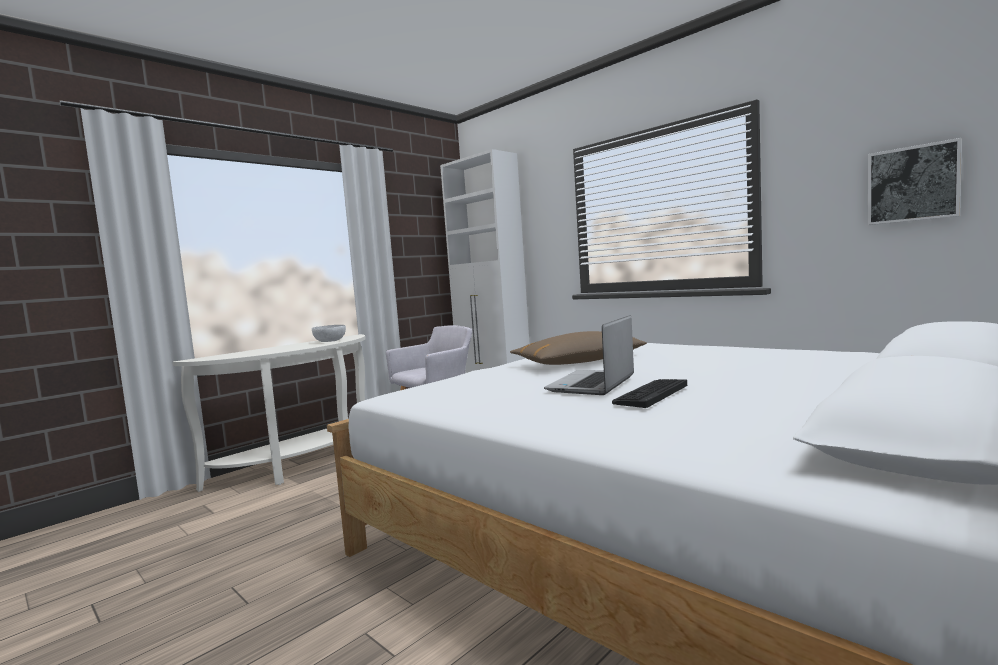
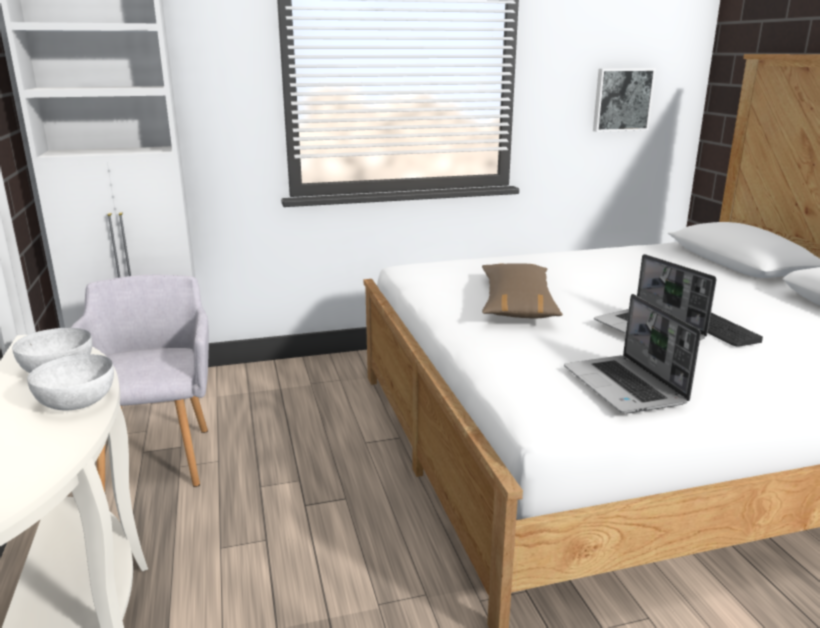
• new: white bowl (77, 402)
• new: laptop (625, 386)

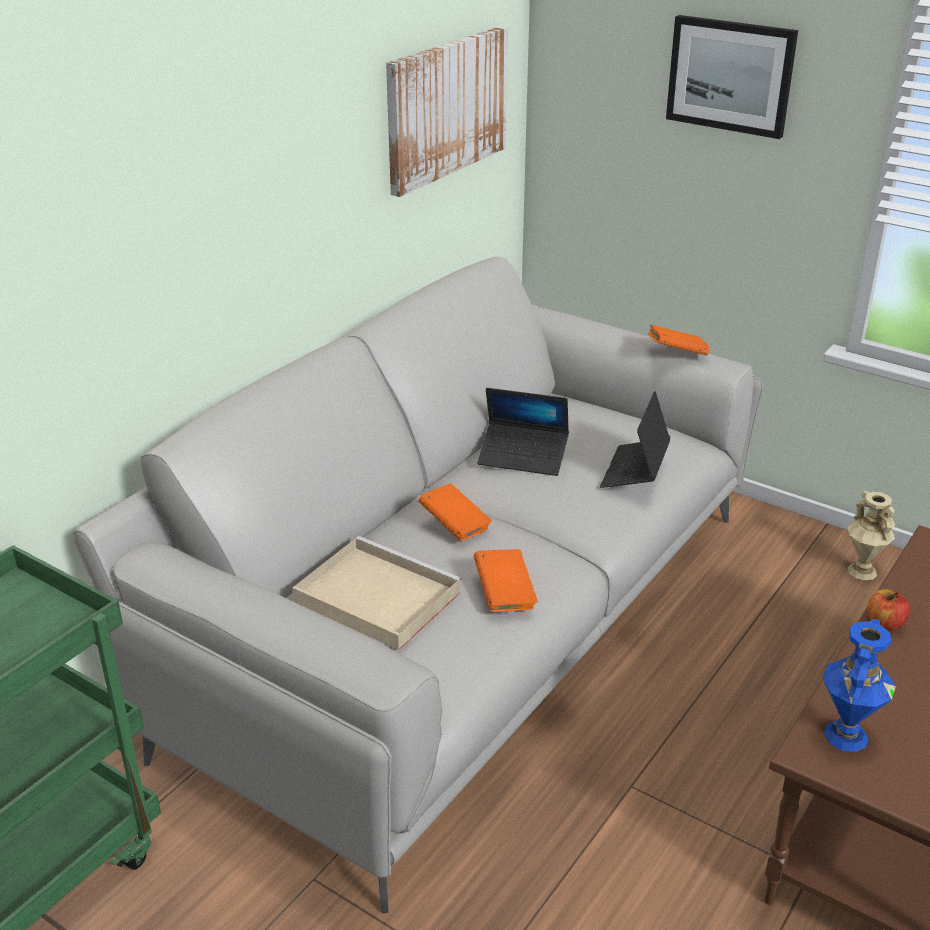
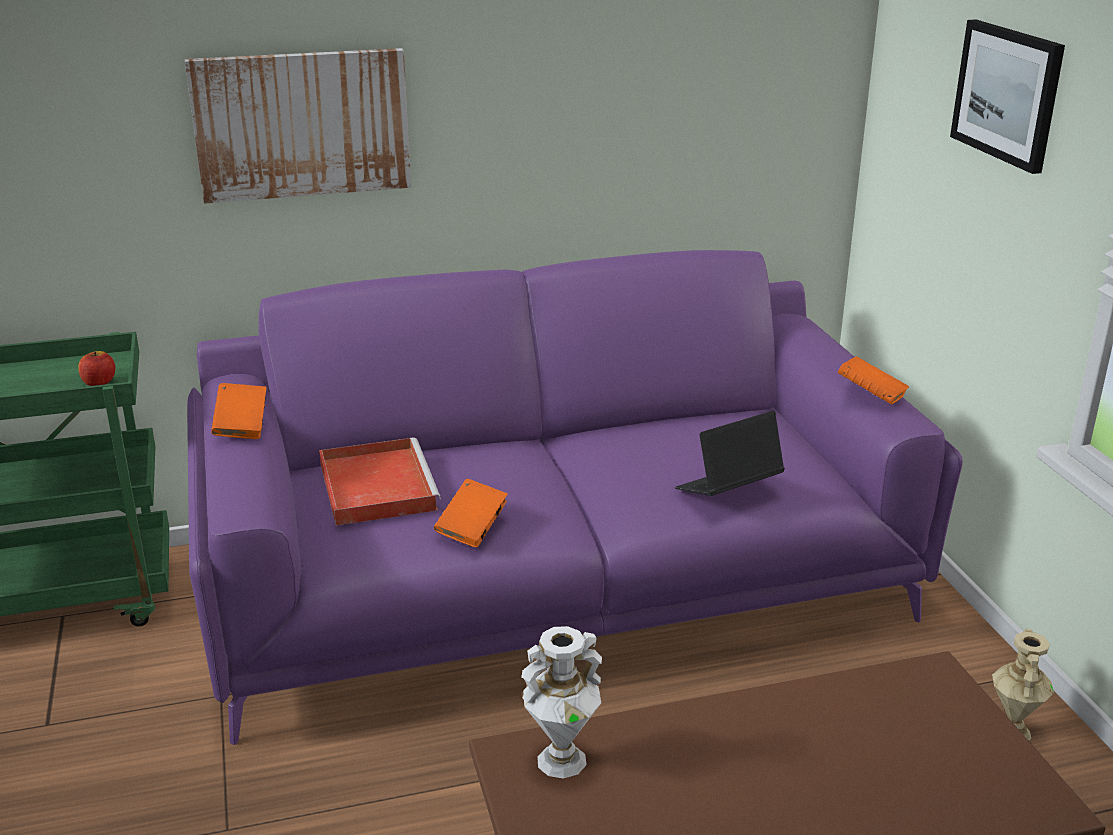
• gone: laptop (523, 457)
• shifted: picture (446, 108) to (302, 124)
• shifted: orange book (455, 526) to (242, 427)
• shifted: apple (884, 623) to (99, 383)
• repainted: grey sofa (465, 620) to purple sofa (558, 585)
• repainted: beige tray (374, 596) to red tray (376, 485)
• repainted: blue vase (845, 735) to white vase (561, 759)

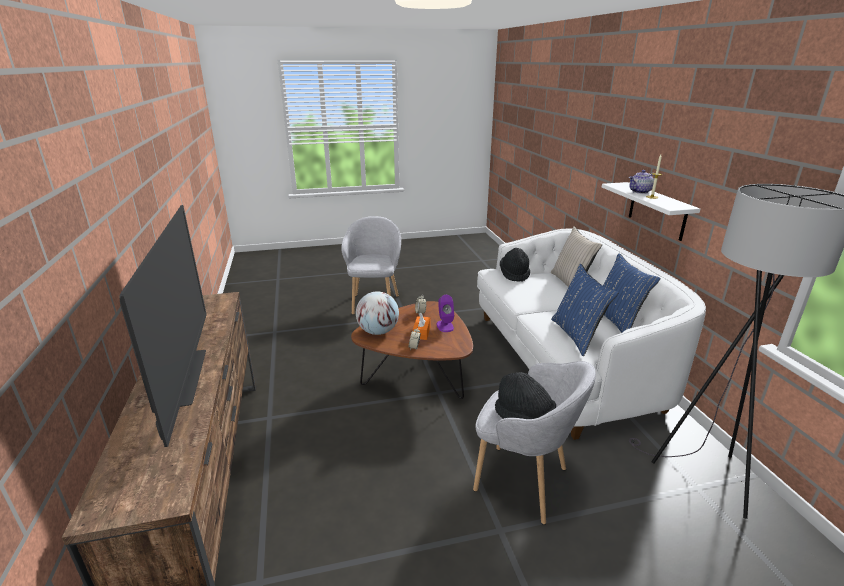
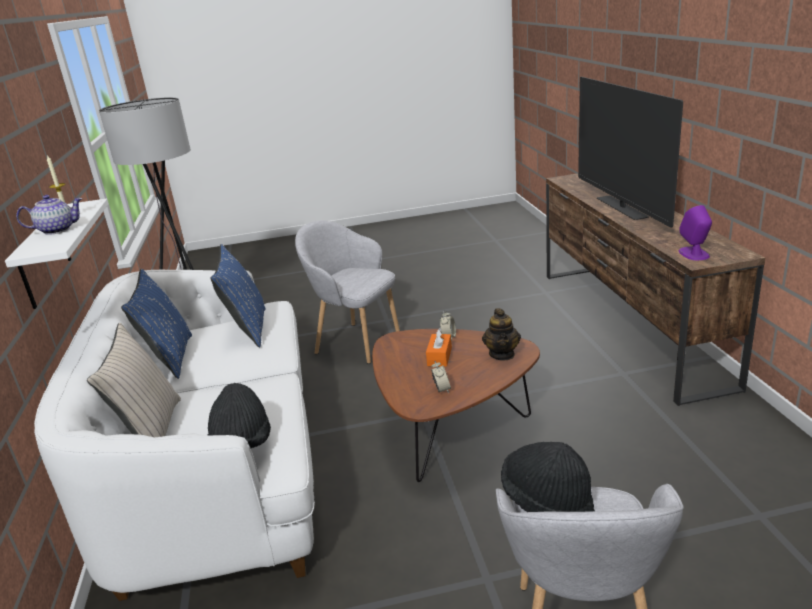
• shifted: purple speaker (445, 326) to (694, 254)
• shifted: black hat (523, 417) to (547, 500)
• swapped: globe (378, 332) to teapot (502, 354)

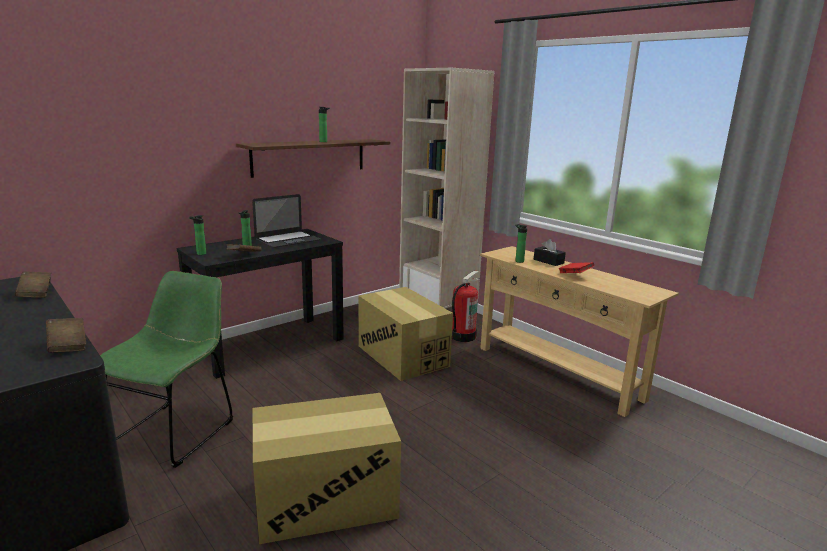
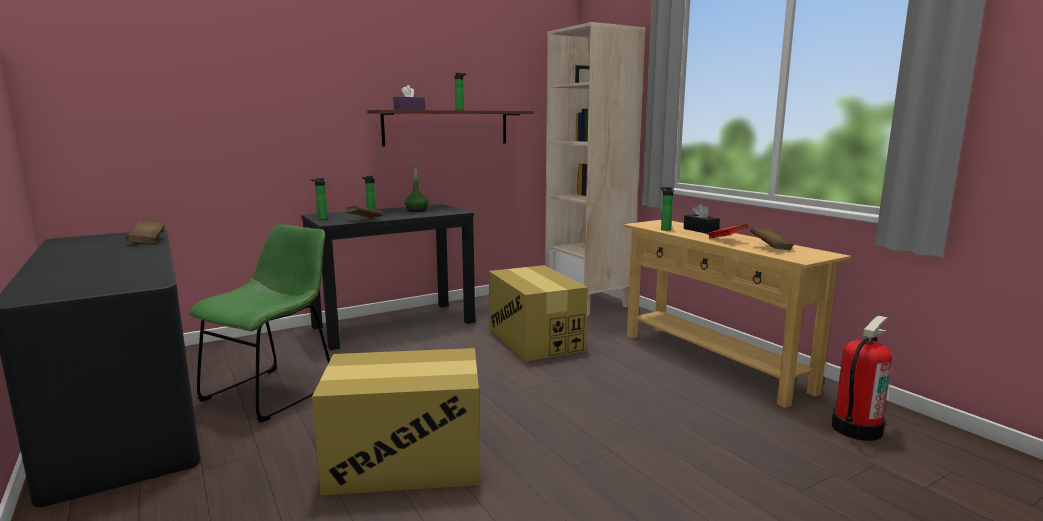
• new: purple tissue box (409, 109)
• shifted: brown book (68, 345) to (770, 248)
• shifted: fire extinguisher (462, 336) to (855, 428)
• swapped: laptop (287, 239) to green bottle (417, 210)

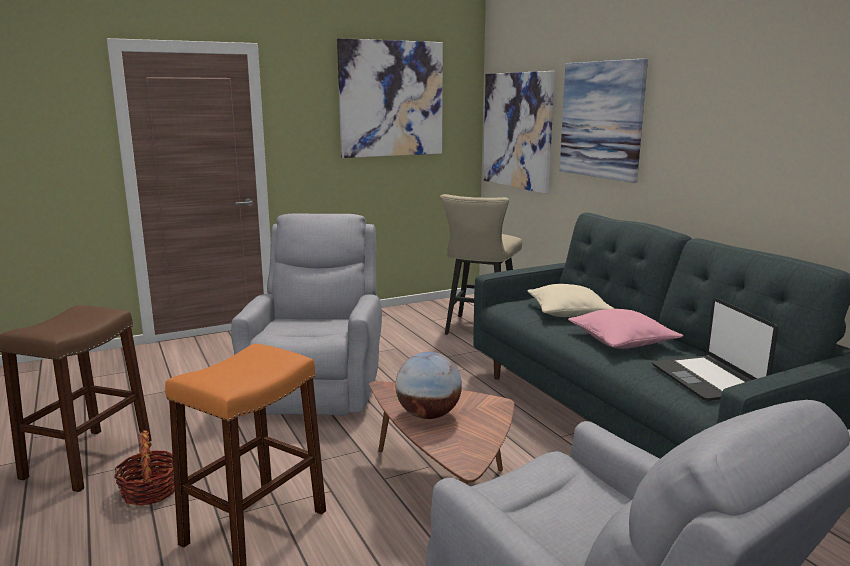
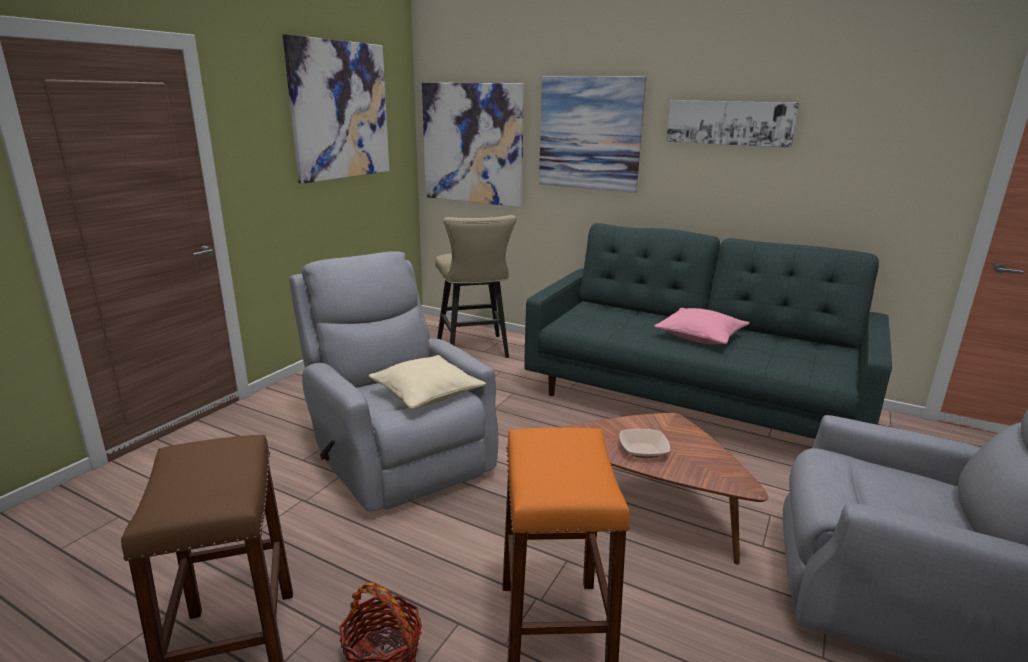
• gone: laptop (708, 379)
• new: picture (729, 123)
• shifted: beige pillow (568, 312) to (427, 394)
• swapped: globe (428, 415) to bowl (643, 450)

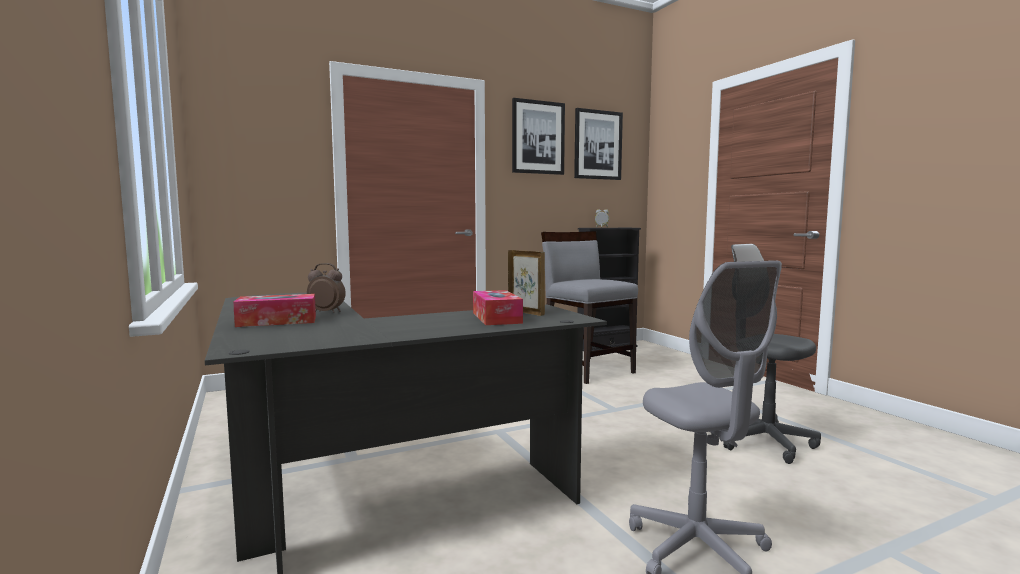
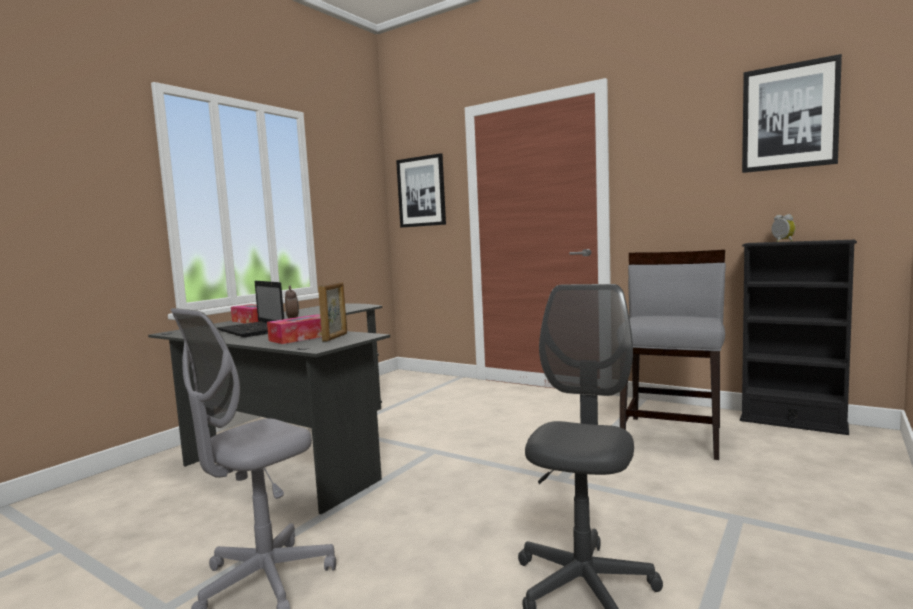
• new: laptop (252, 331)
• shifted: picture (538, 137) to (421, 191)

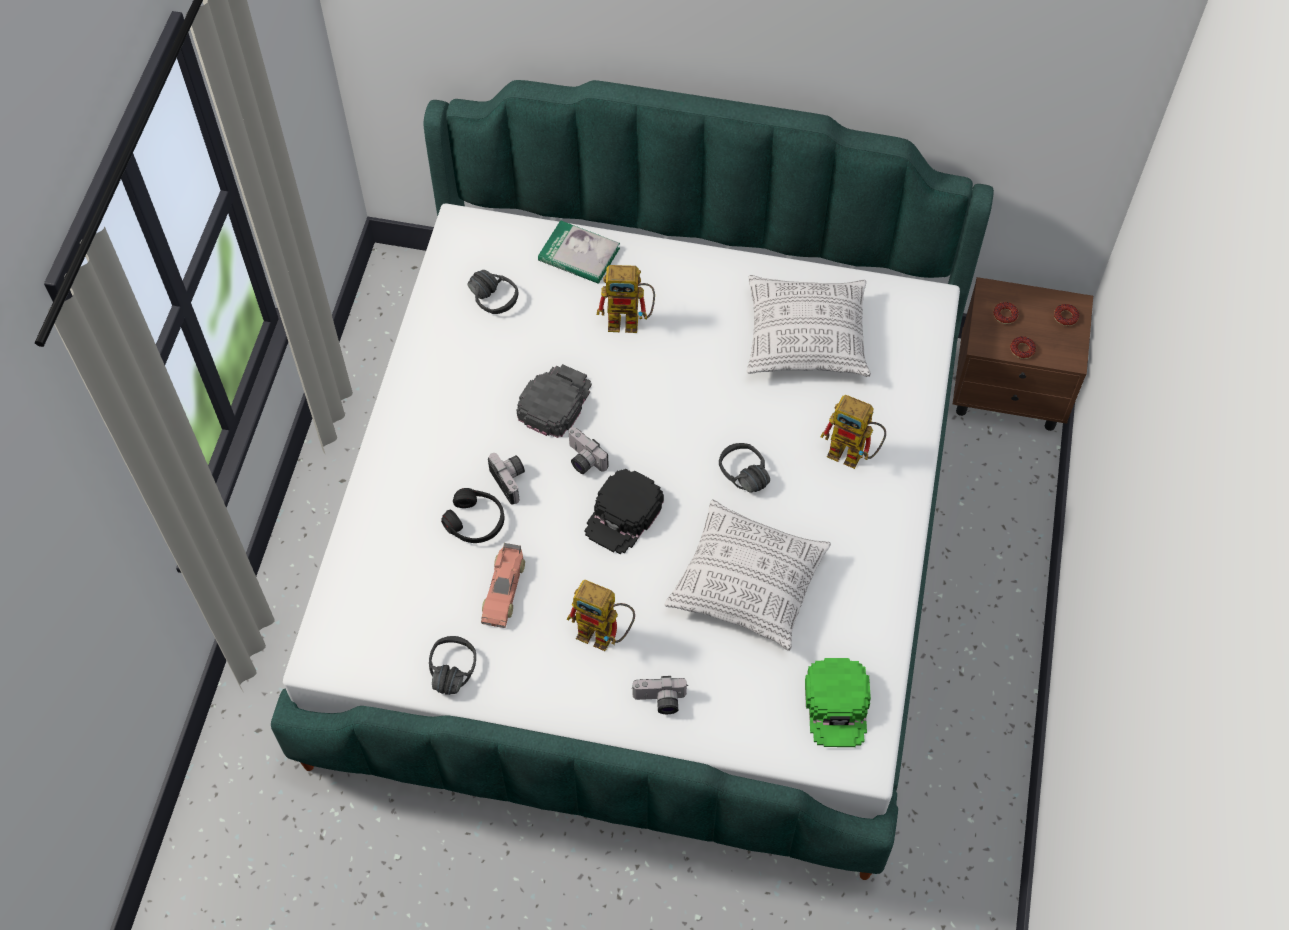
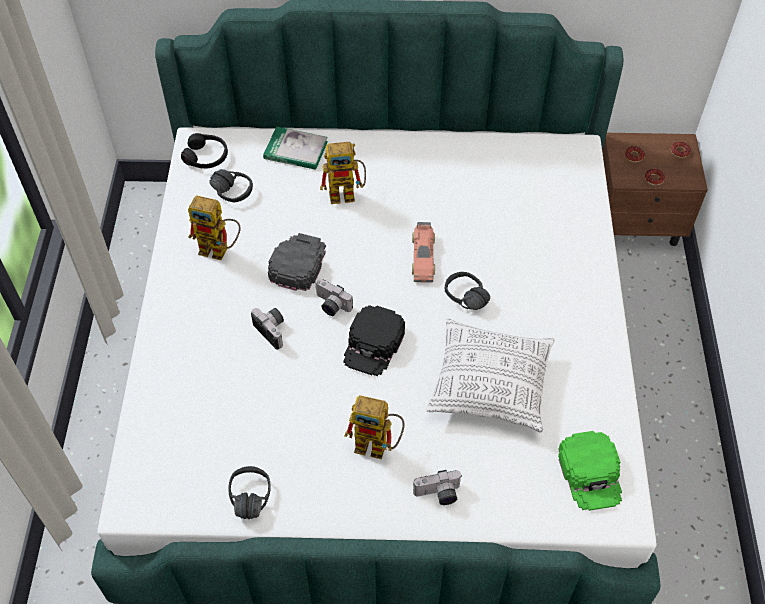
• gone: pillow (806, 338)
• shifted: black headphones (475, 521) to (206, 157)
• shifted: toy car (503, 590) to (423, 257)
• shifted: toy robot (853, 454) to (220, 249)

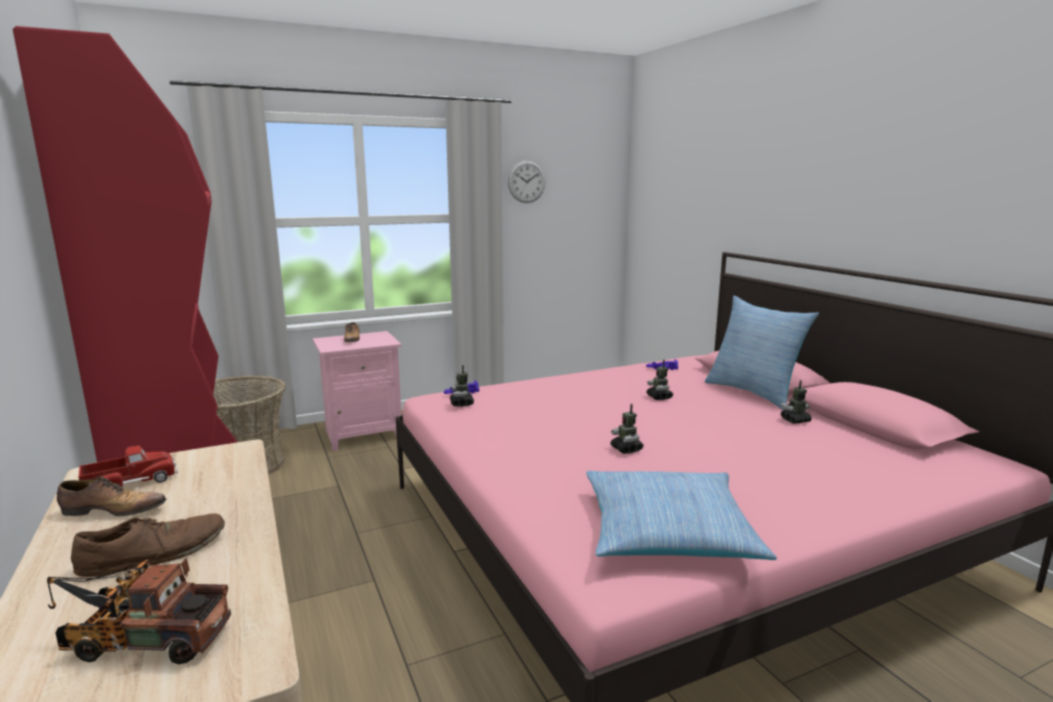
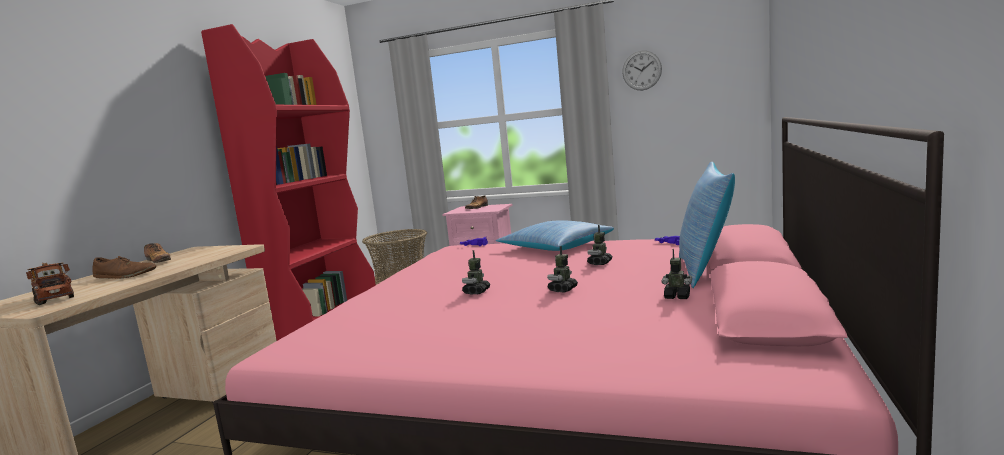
• gone: toy truck (131, 482)
• shifted: toy robot (461, 404) to (563, 289)
• shifted: pillow (668, 531) to (556, 246)

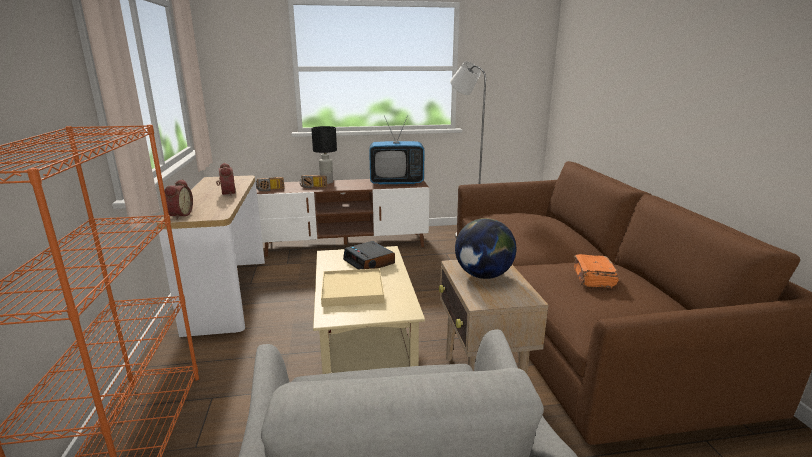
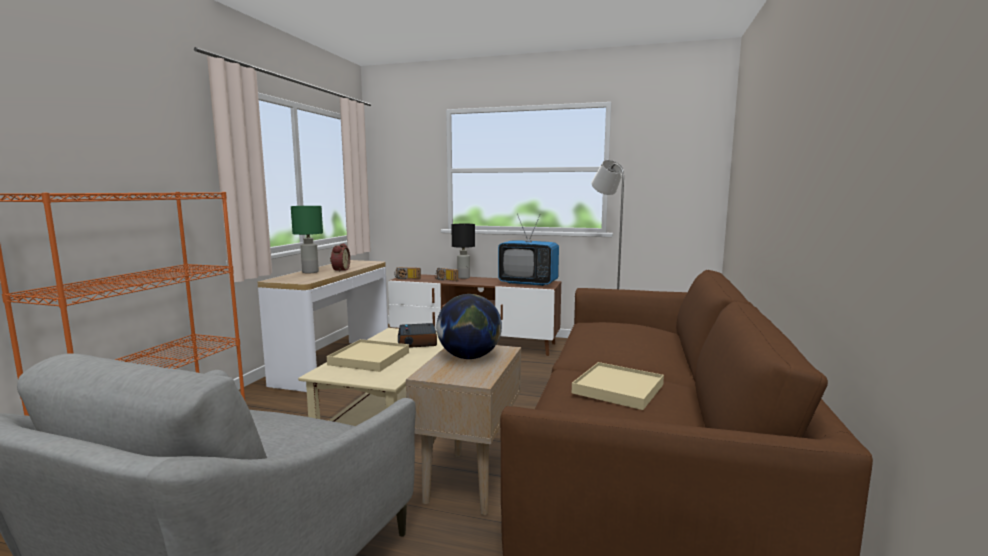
• gone: alarm clock (179, 215)
• new: green table lamp (310, 272)
• swapped: orange book (593, 279) to beige tray (618, 389)

